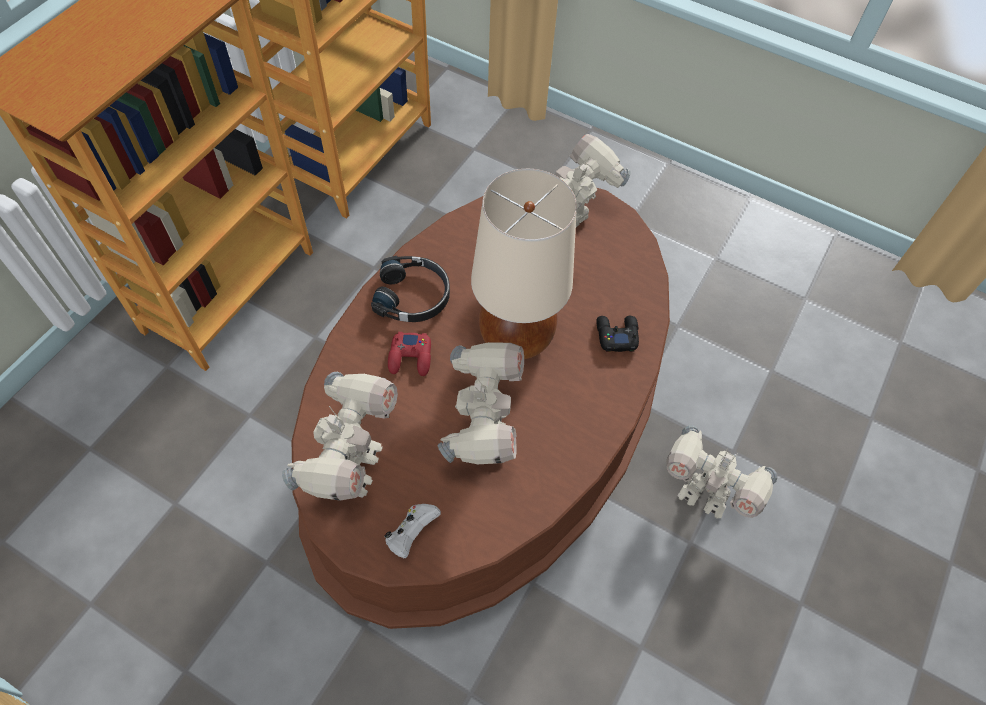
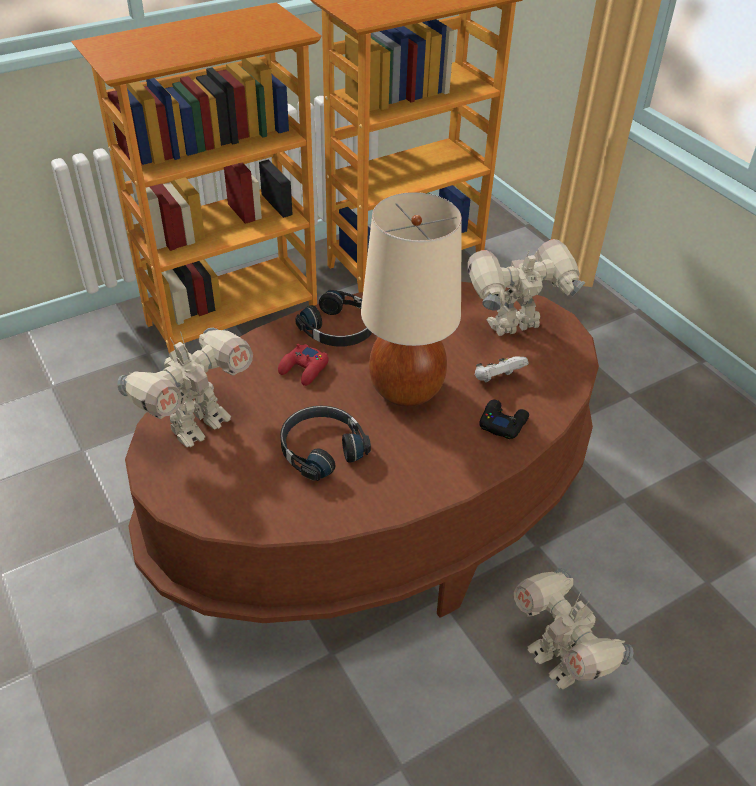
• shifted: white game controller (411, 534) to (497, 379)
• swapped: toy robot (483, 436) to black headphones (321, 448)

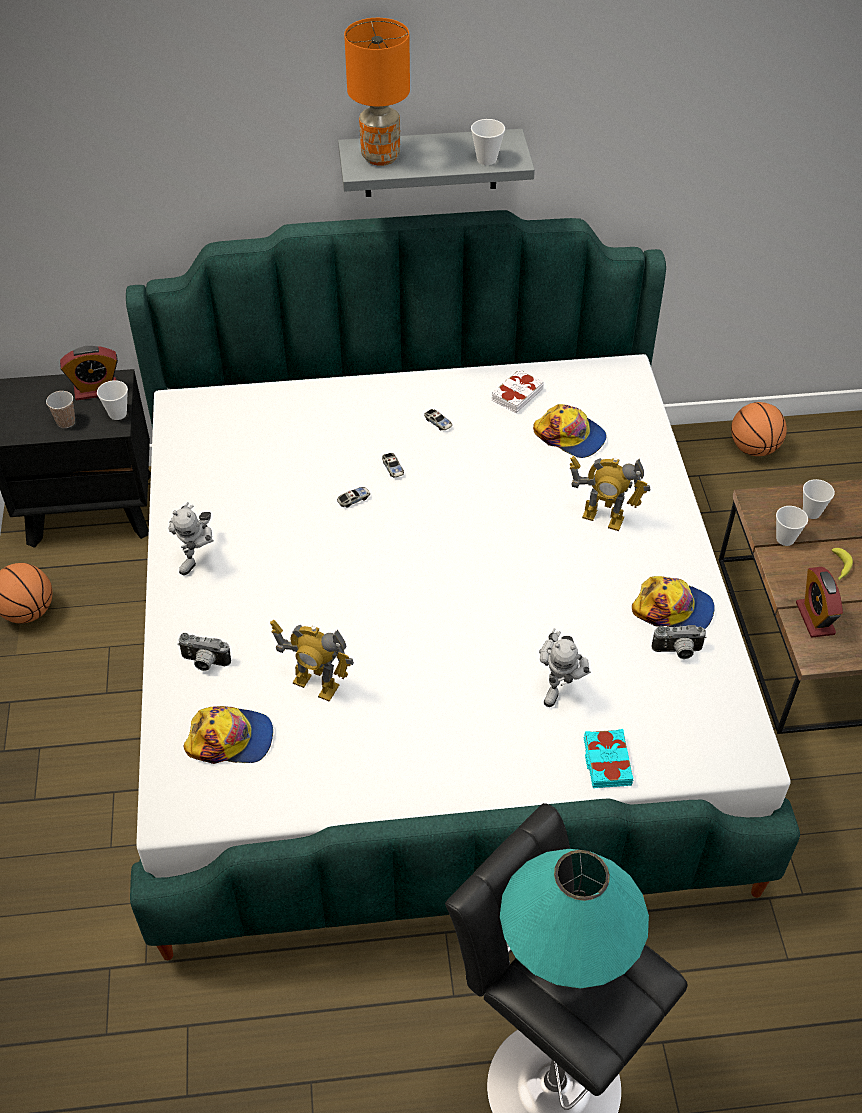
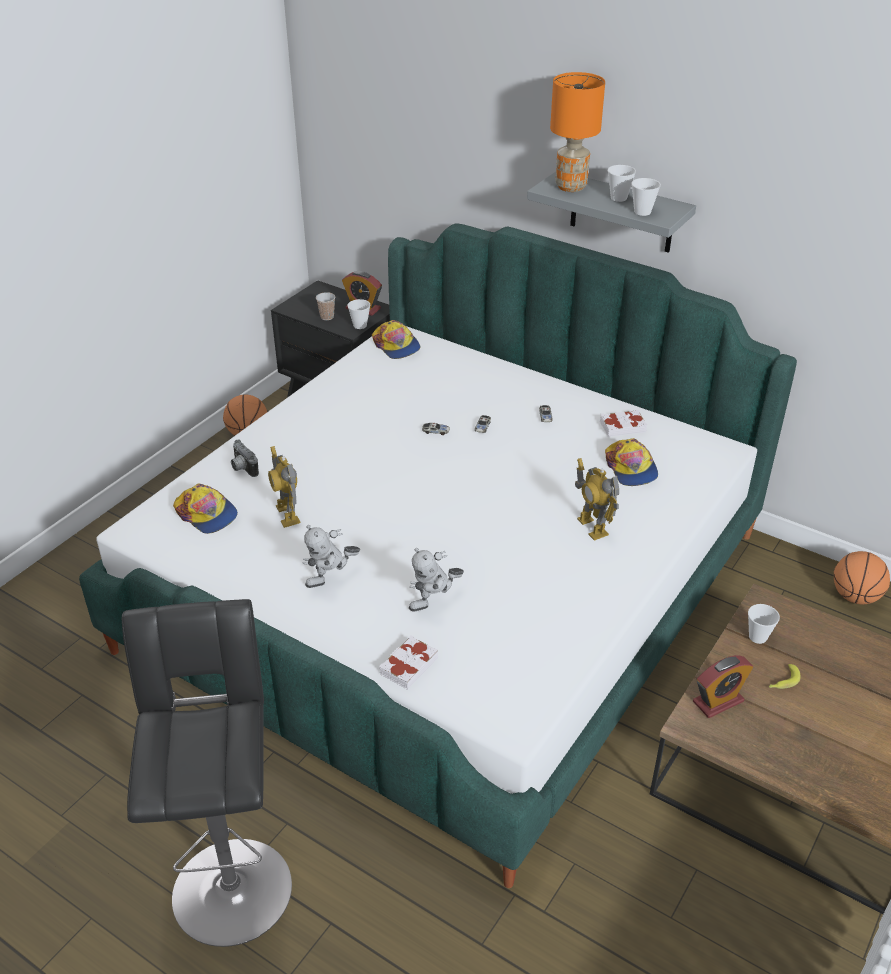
• gone: turquoise table lamp (565, 965)
• gone: photo camera (677, 652)
• shifted: toy robot (199, 558) to (331, 582)
• shifted: cap (673, 609) to (396, 346)
• shifted: cup (811, 512) to (618, 198)
• repainted: turquoise book (606, 762) to white book (408, 666)
• rotated: alarm clock (815, 618) = (718, 701) 150 degrees counterclockwise

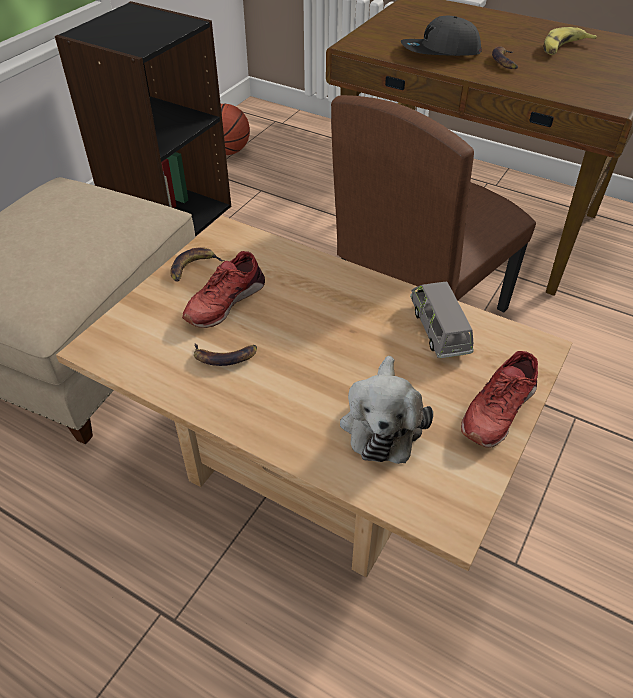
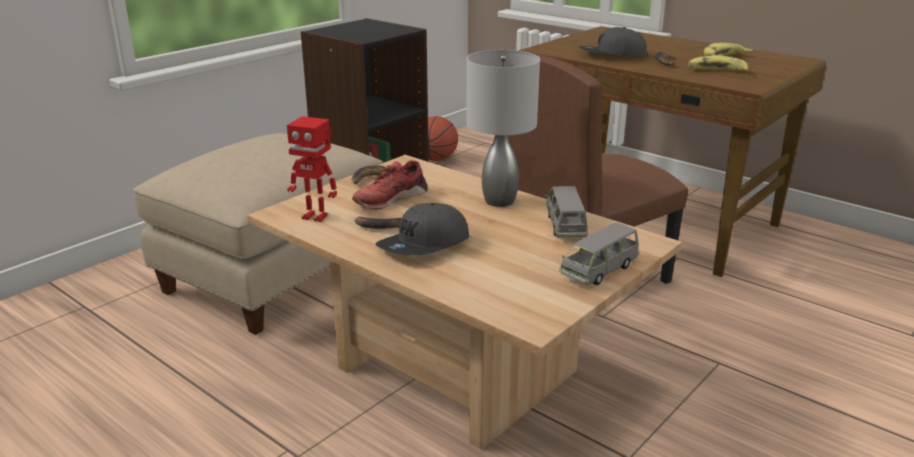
• gone: plush toy (382, 422)
• new: toy robot (315, 216)
• new: grey cap (425, 245)
• new: grey table lamp (498, 201)
• new: banana (716, 72)
• swapped: red shoe (497, 409) to grey toy car (599, 271)

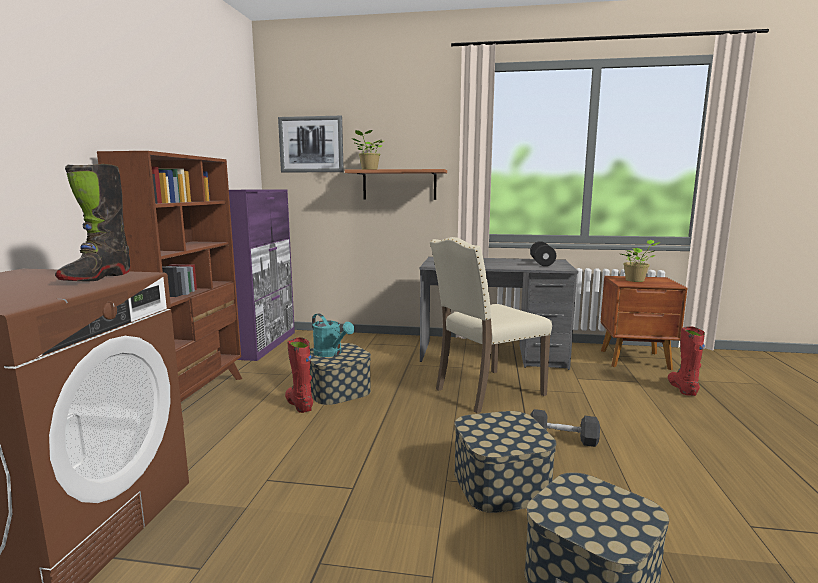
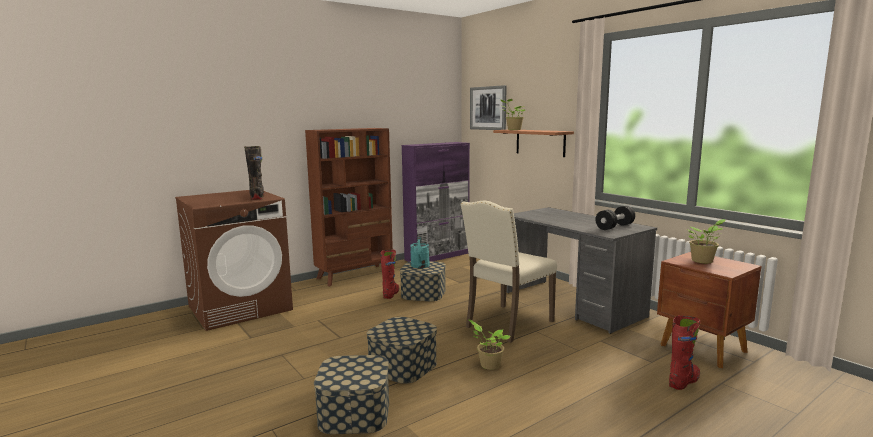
• swapped: grey dumbbell (563, 438) to potted plant (488, 365)
• rotated: black boot (97, 278) = (257, 197) 105 degrees clockwise
• rotated: beige chair (486, 391) = (507, 324) 60 degrees counterclockwise

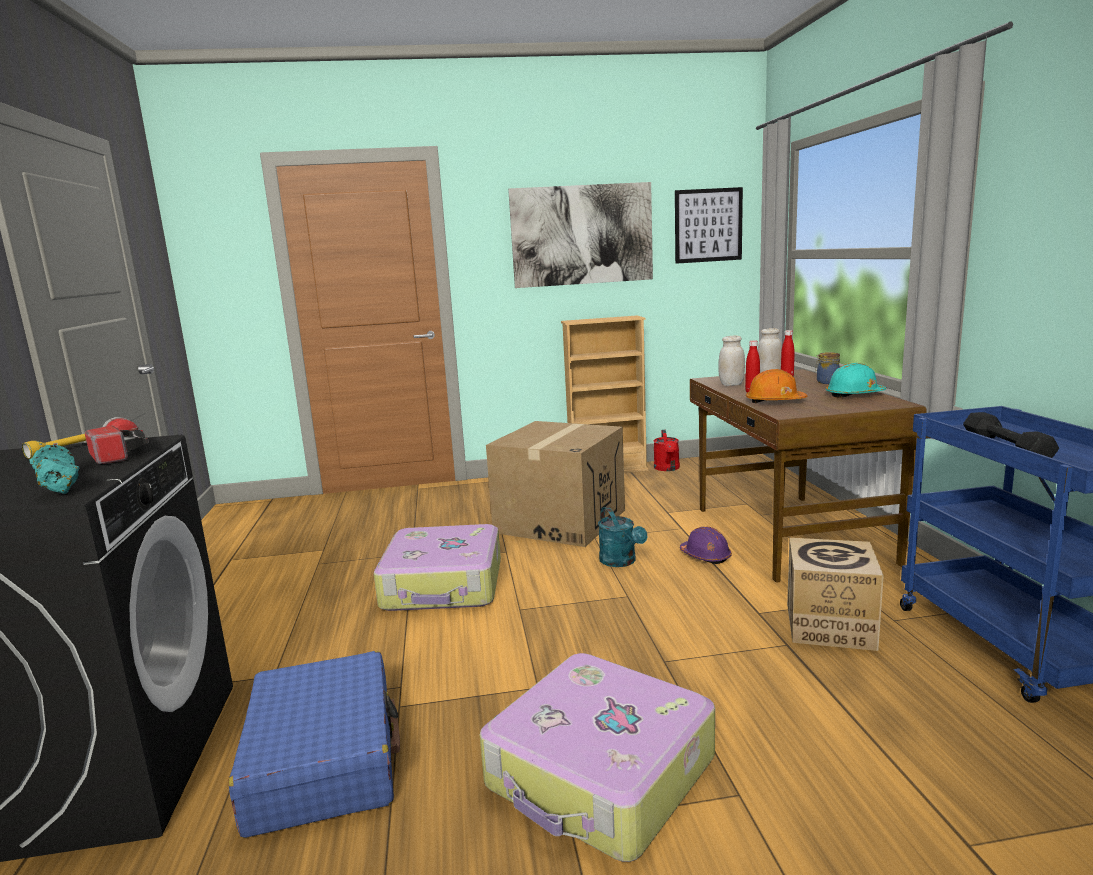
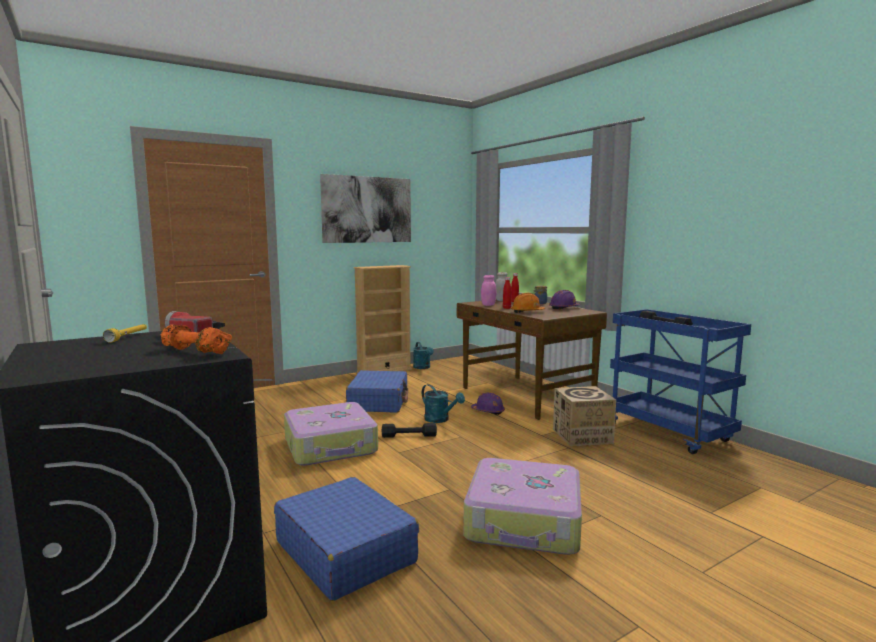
• gone: picture (708, 225)
• new: black dumbbell (409, 435)
• swapped: cardboard box (560, 521) to blue suitcase (379, 402)
• repainted: turquoise dumbbell (58, 485) to orange dumbbell (195, 352)
• repainted: red watering can (667, 469) to turquoise watering can (423, 367)
• repainted: white jar (731, 384) to pink jar (488, 305)
• repainted: turquoise hard hat (854, 395) to purple hard hat (564, 308)

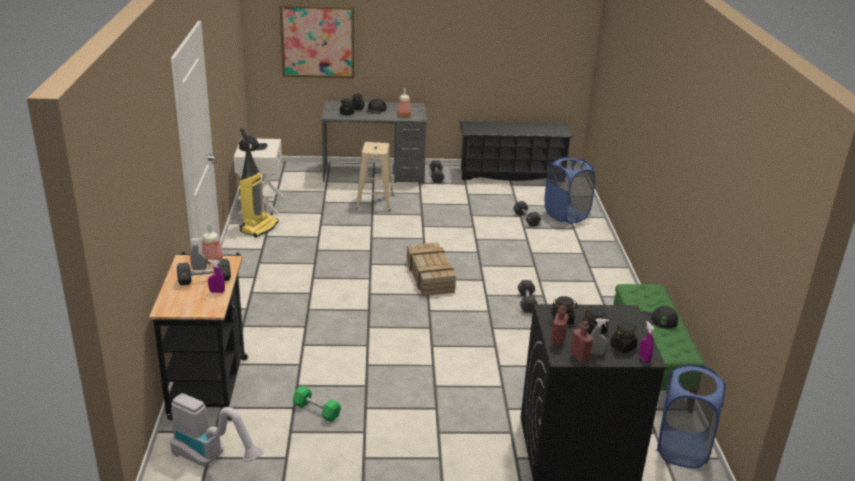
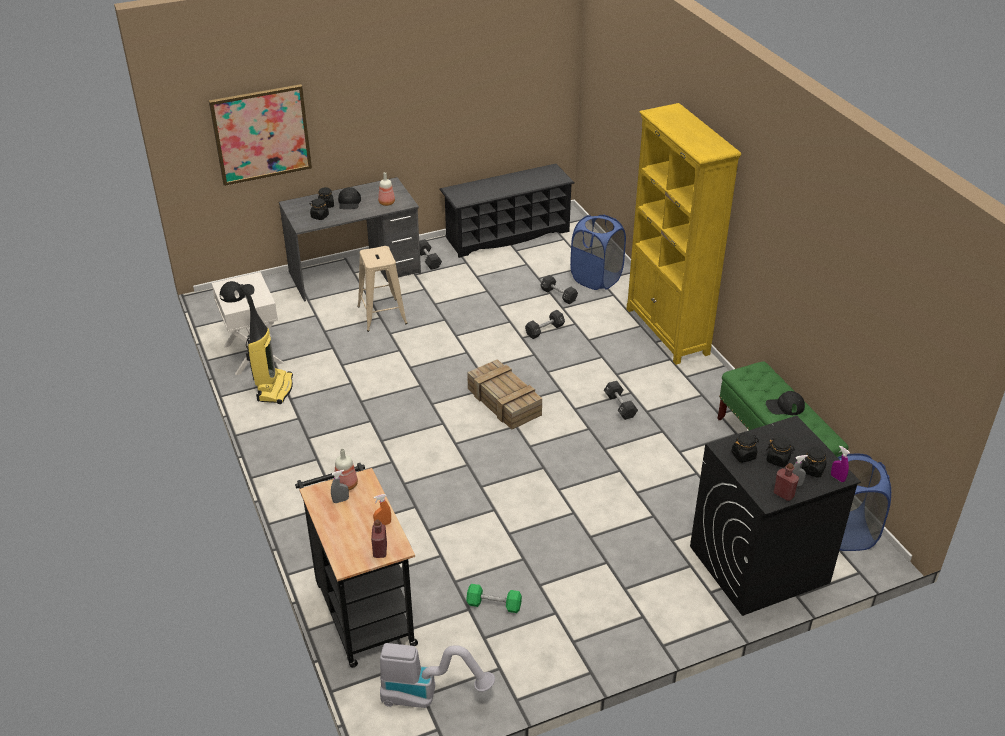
• new: yellow bookcase (667, 331)
• shifted: black dumbbell (204, 280) to (544, 330)
• shifted: red bottle (558, 340) to (380, 551)
• repainted: purple spray bottle (217, 292) to orange spray bottle (383, 524)

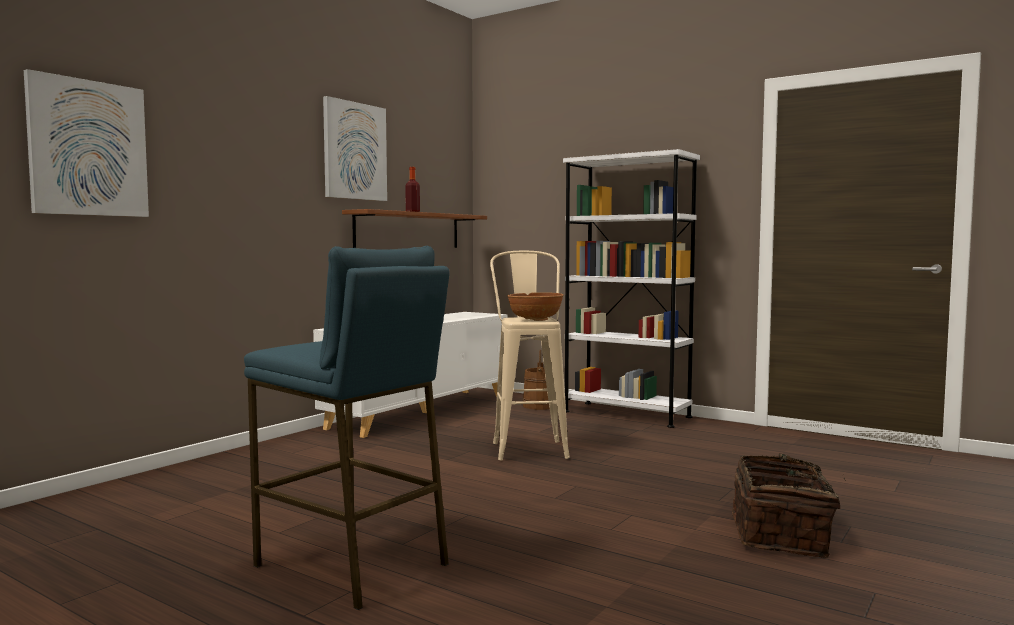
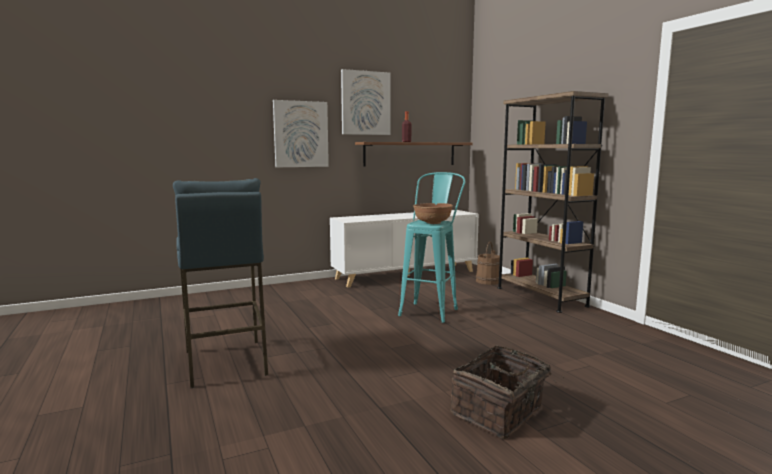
• shifted: picture (88, 148) to (301, 134)
• repainted: beige stool (528, 447) to turquoise stool (431, 310)
• repainted: white bookcase (626, 414) to brown bookcase (540, 296)

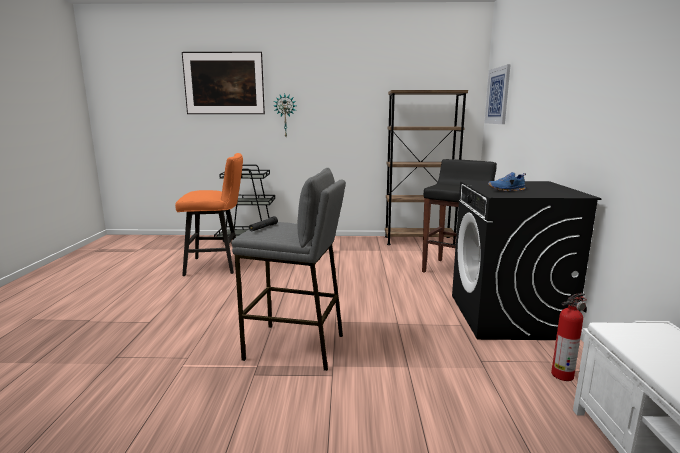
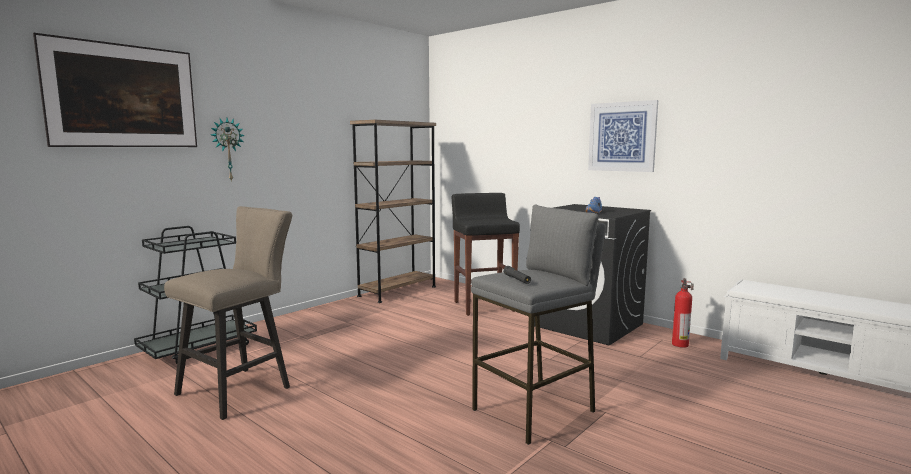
• shifted: picture (497, 96) to (622, 137)
• repainted: orange stool (218, 266) to beige stool (241, 389)

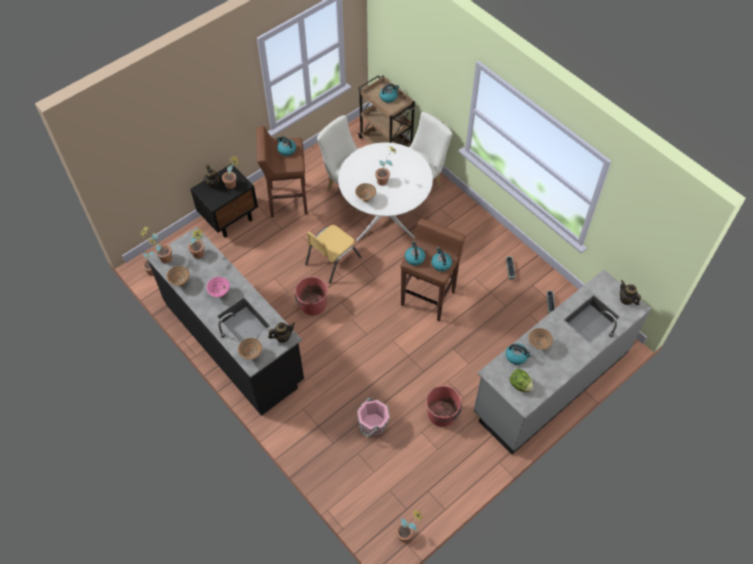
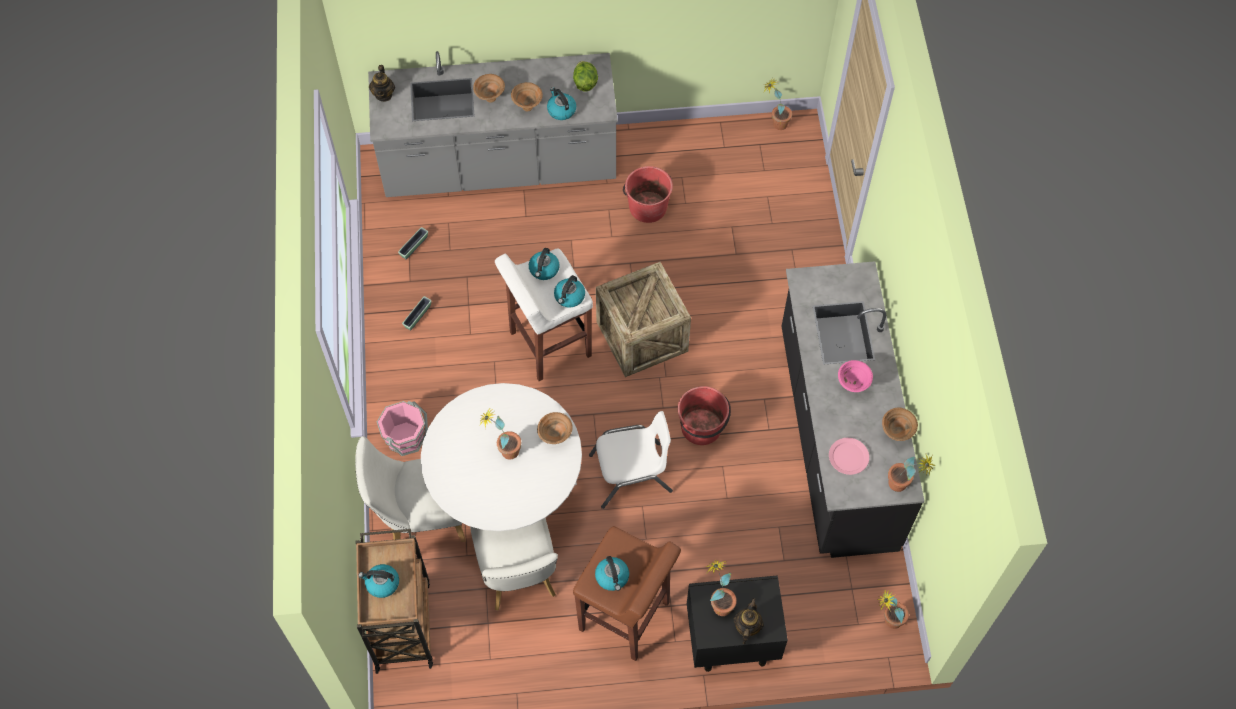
• gone: teapot (282, 337)
• new: crate (642, 336)
• shifted: brown bowl (251, 355) to (490, 99)
• shifted: pink bucket (372, 425) to (406, 438)
• swapped: potted plant (200, 256) to pink plate (848, 457)
• repainted: yellow chair (332, 260) to white chair (631, 474)
• repainted: brown stool (428, 297) to white stool (549, 344)

